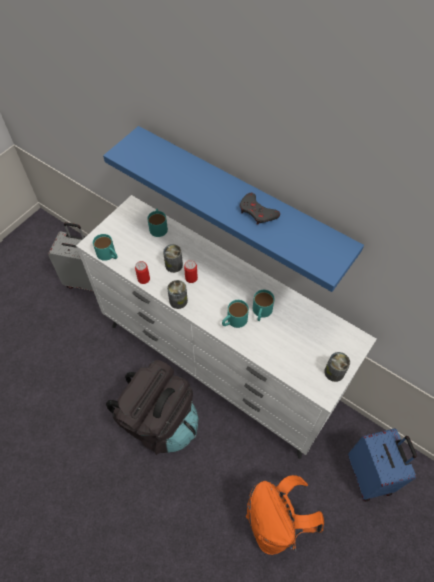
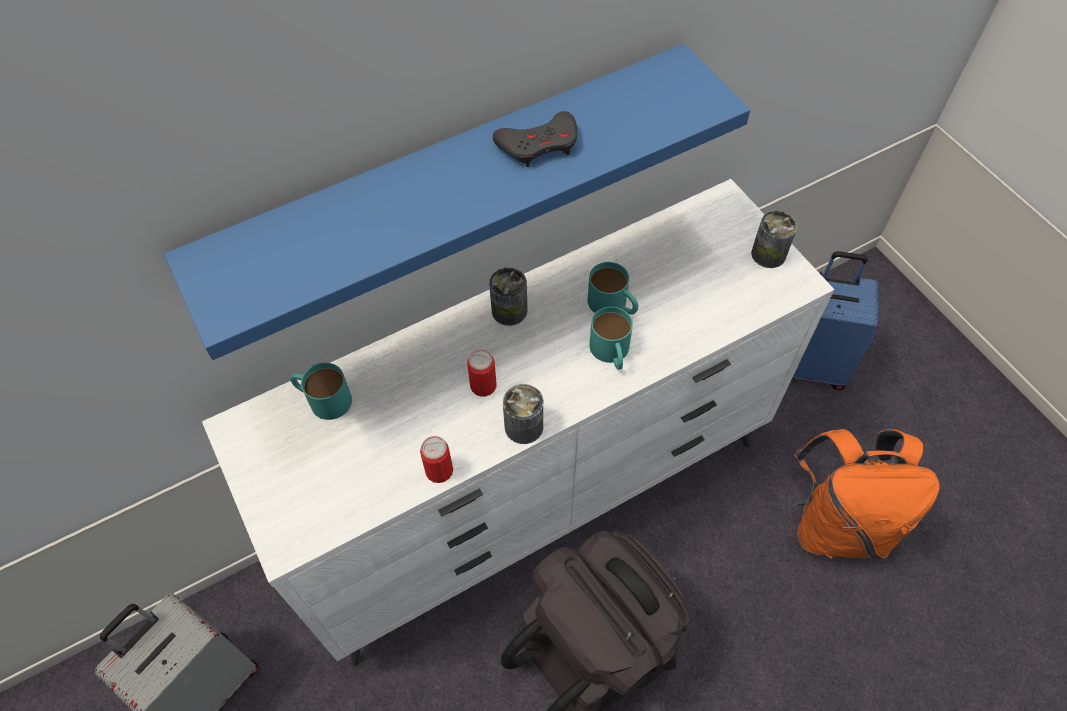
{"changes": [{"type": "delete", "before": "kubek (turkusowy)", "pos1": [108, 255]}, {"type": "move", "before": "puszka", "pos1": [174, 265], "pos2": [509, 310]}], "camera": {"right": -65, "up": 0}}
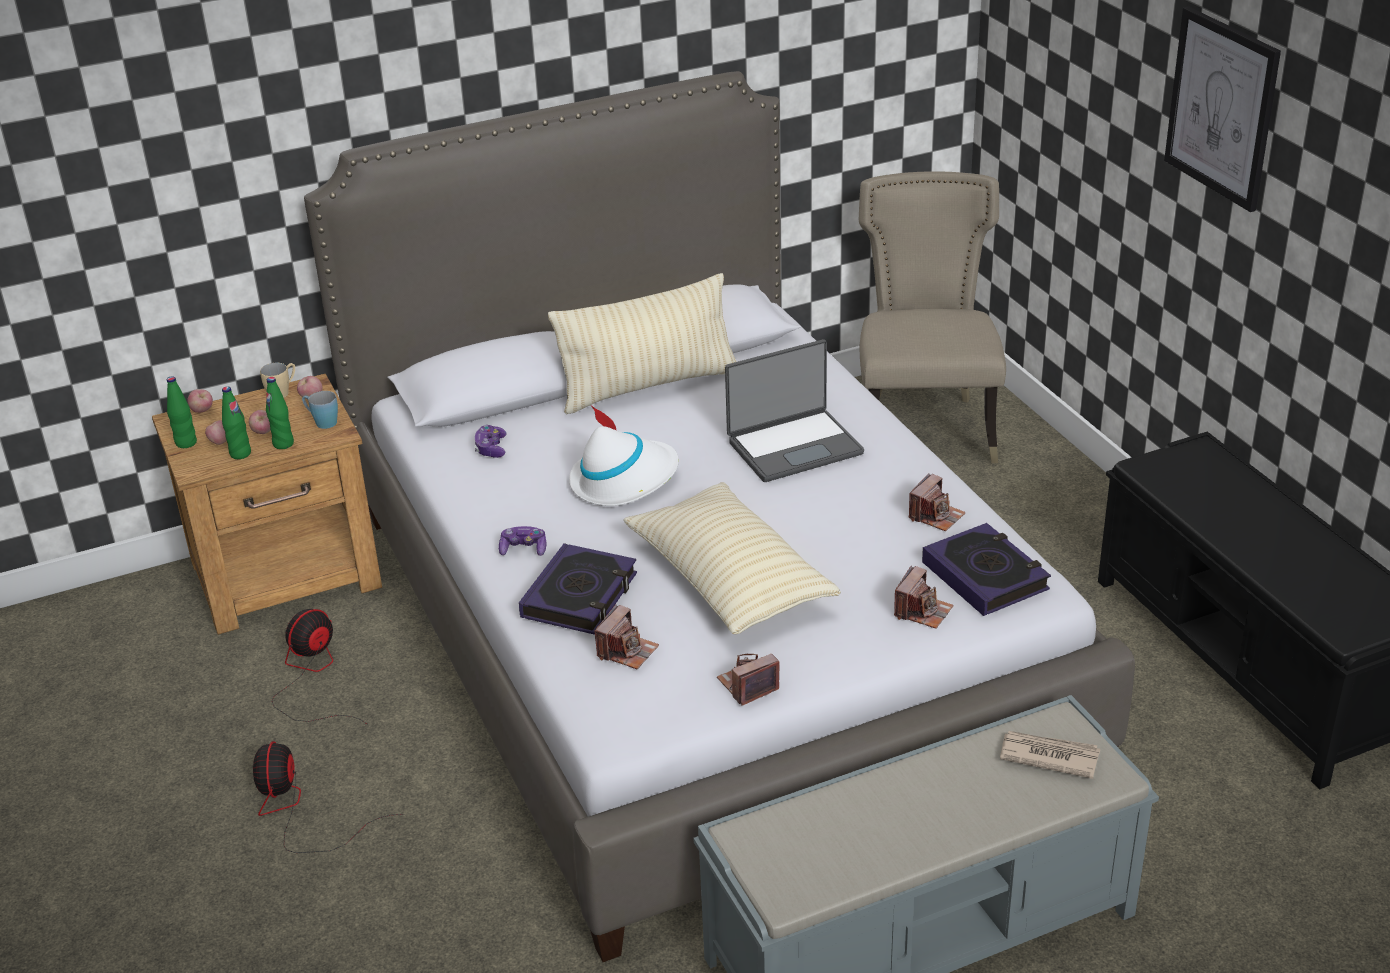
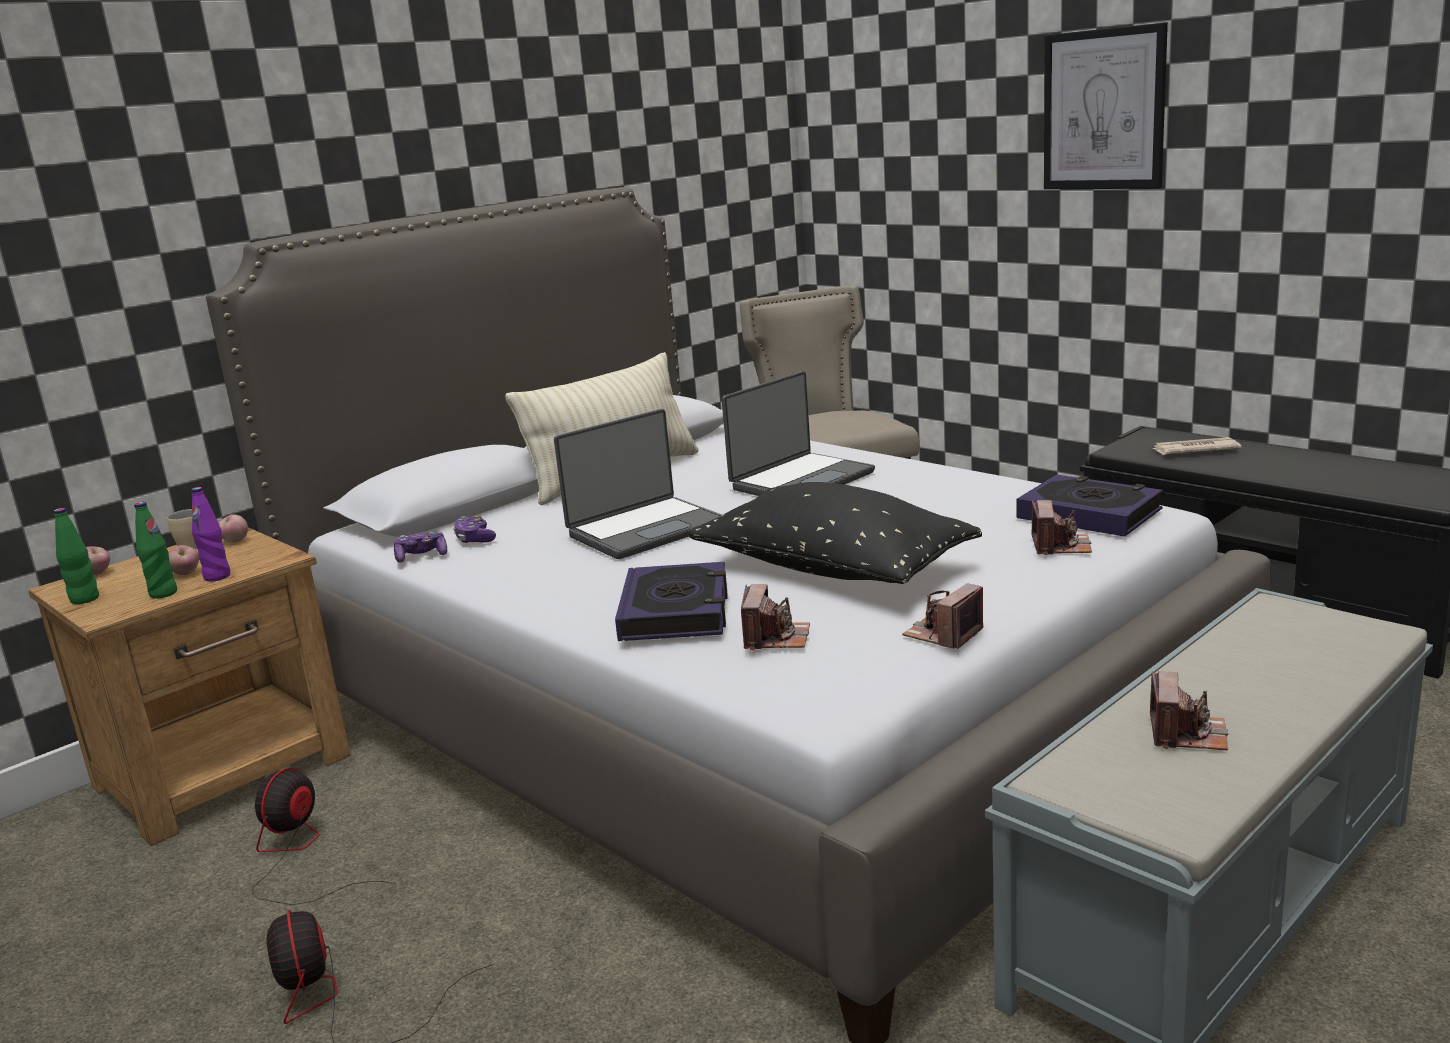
{"changes": [{"type": "recolor", "before": "butelka (zielony)", "after": "butelka (fioletowy)", "pos1": [283, 444], "pos2": [217, 577]}, {"type": "delete", "before": "kubek (niebieski)", "pos1": [322, 422]}, {"type": "replace", "before": "kapelusz (biały)", "after": "laptop", "pos1": [624, 480], "pos2": [645, 529]}, {"type": "delete", "before": "jabłko", "pos1": [220, 442]}, {"type": "move", "before": "aparat fotograficzny", "pos1": [936, 516], "pos2": [1187, 734]}, {"type": "recolor", "before": "poduszka (beżowy)", "after": "poduszka (czarny)", "pos1": [729, 581], "pos2": [832, 569]}, {"type": "move", "before": "pad do gier", "pos1": [524, 549], "pos2": [422, 556]}, {"type": "move", "before": "gazeta", "pos1": [1048, 756], "pos2": [1194, 450]}], "camera": {"right": -20, "up": -15}}
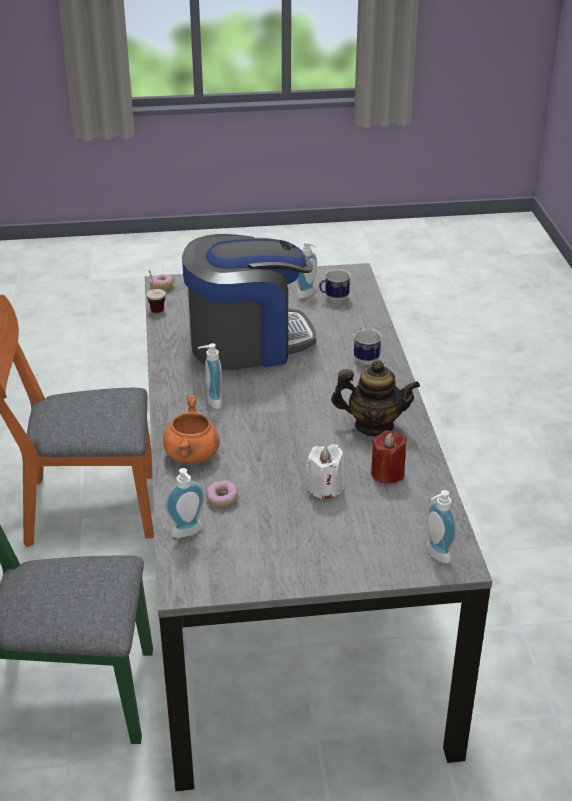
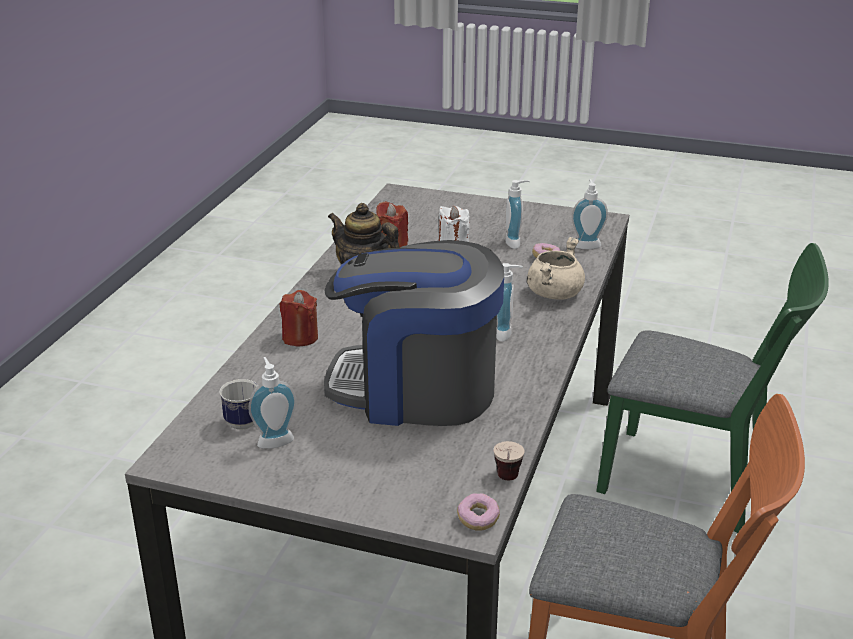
{"changes": [{"type": "replace", "before": "kubek", "after": "świeca (czerwony)", "pos1": [365, 358], "pos2": [300, 337]}, {"type": "recolor", "before": "garnek (pomarańczowy)", "after": "garnek (beżowy)", "pos1": [192, 455], "pos2": [554, 293]}, {"type": "move", "before": "dozownik mydła", "pos1": [435, 555], "pos2": [516, 242]}], "camera": {"right": -155, "up": -5}}
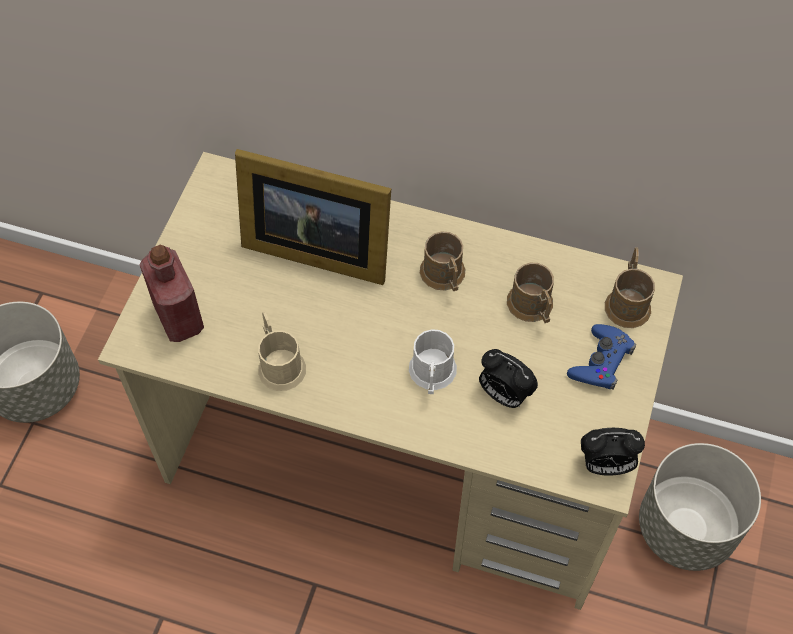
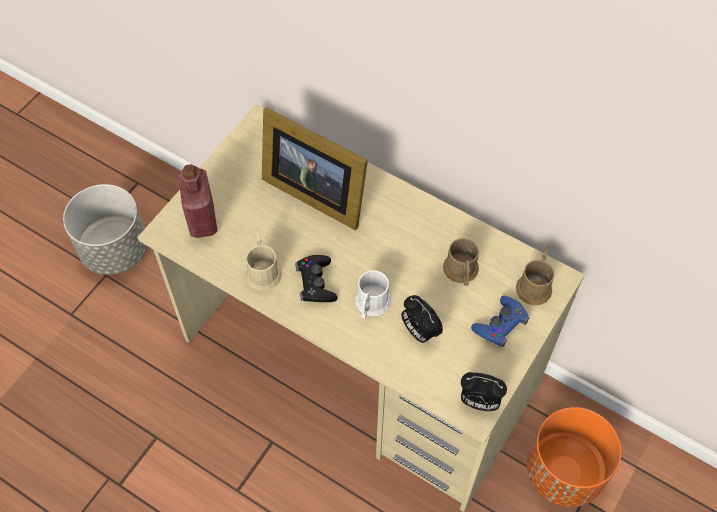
{"changes": [{"type": "delete", "before": "kubek (brązowy)", "pos1": [444, 277]}, {"type": "recolor", "before": "donica (szary)", "after": "donica (pomarańczowy)", "pos1": [686, 528], "pos2": [564, 472]}, {"type": "insert", "after": "pad do gier (czarny)", "pos2": [316, 283]}], "camera": {"right": 15, "up": 0}}
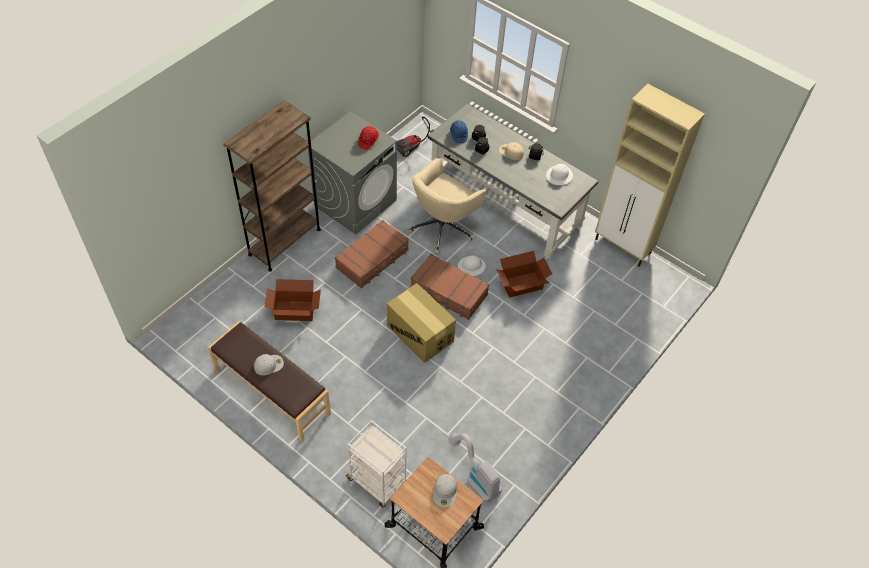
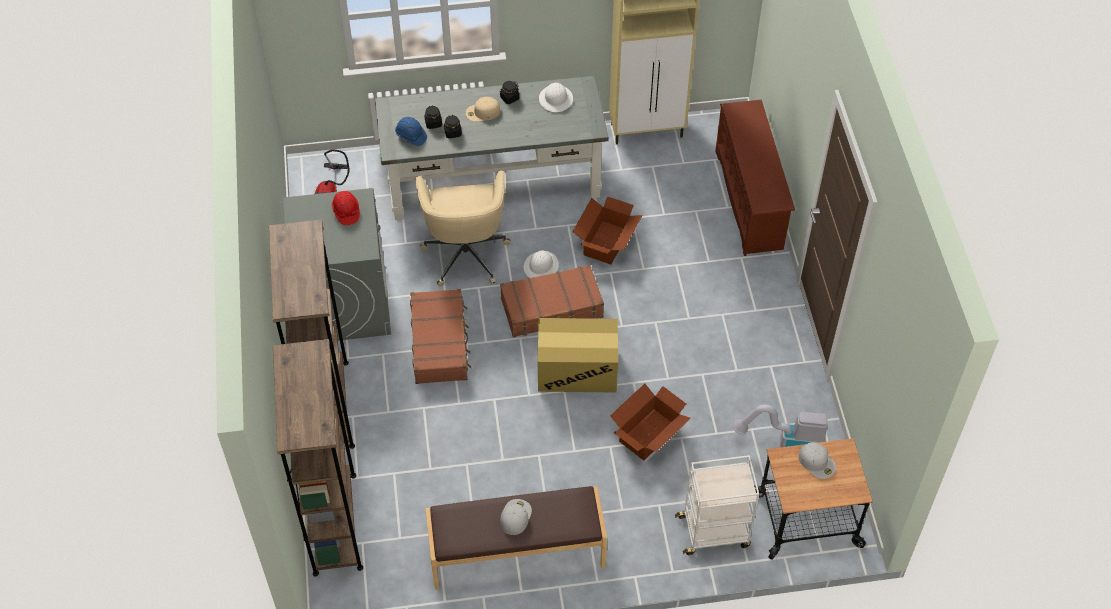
{"changes": [{"type": "move", "before": "karton", "pos1": [295, 311], "pos2": [649, 434]}, {"type": "insert", "after": "regał na buty (brązowy)", "pos2": [750, 200]}, {"type": "insert", "after": "regał (brązowy)", "pos2": [335, 523]}], "camera": {"right": -45, "up": 0}}
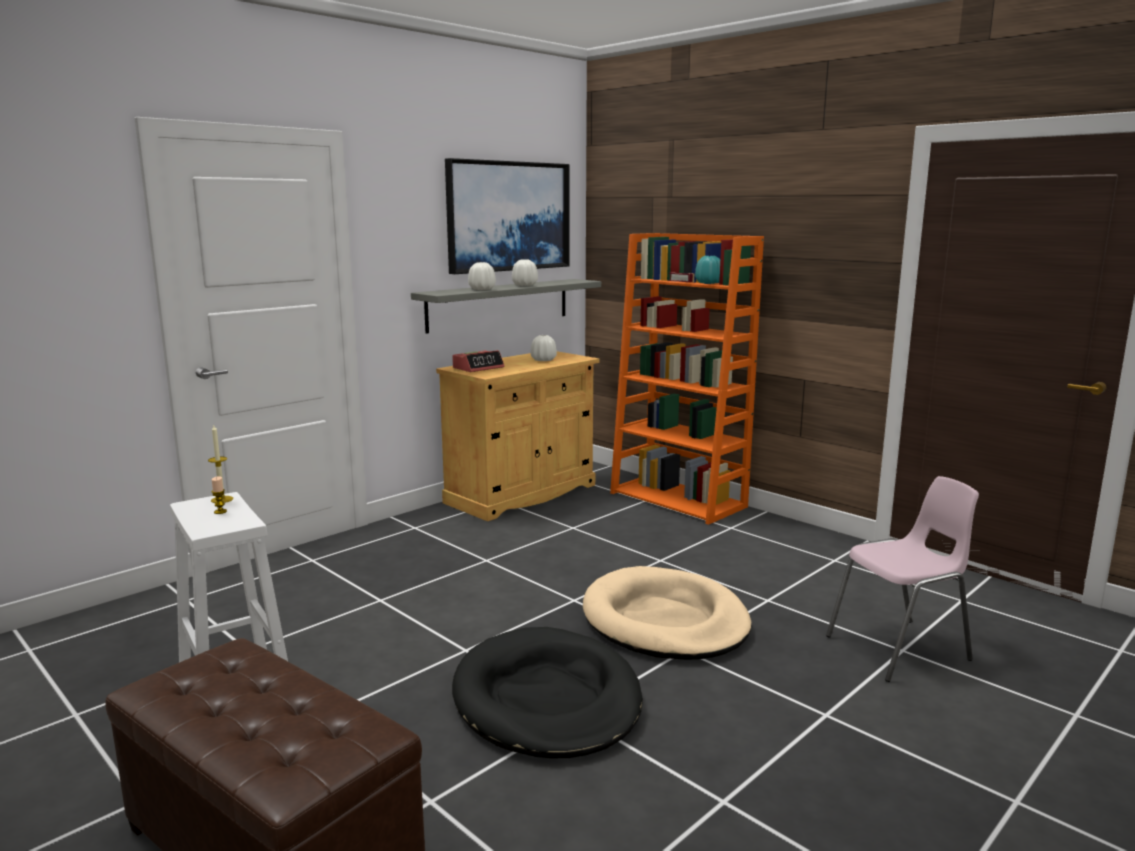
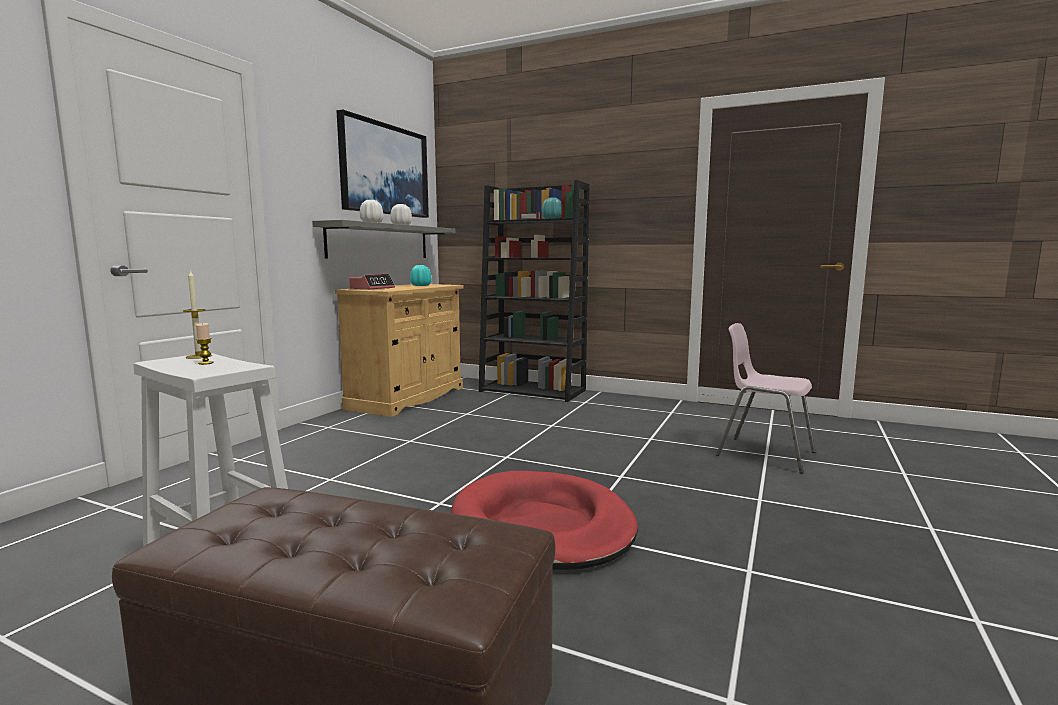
{"changes": [{"type": "recolor", "before": "regał (pomarańczowy)", "after": "regał (czarny)", "pos1": [679, 500], "pos2": [533, 391]}, {"type": "recolor", "before": "wazon (biały)", "after": "wazon (turkusowy)", "pos1": [543, 360], "pos2": [420, 285]}, {"type": "rotate", "before": "krzesło (różowy)", "pos1": [900, 649], "pos2": [764, 454], "turn": -105}, {"type": "delete", "before": "legowisko (beżowy)", "pos1": [665, 621]}, {"type": "recolor", "before": "legowisko (czarny)", "after": "legowisko (czerwony)", "pos1": [547, 699], "pos2": [542, 526]}], "camera": {"right": -20, "up": -5}}
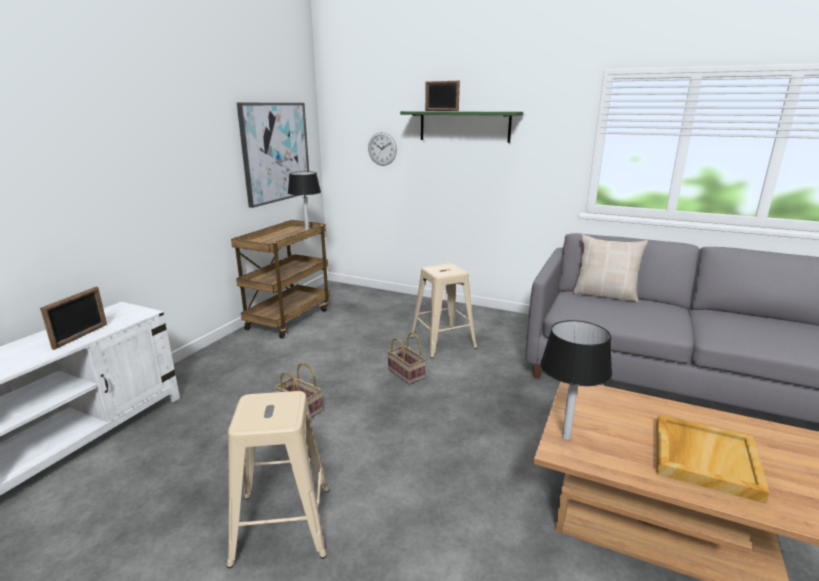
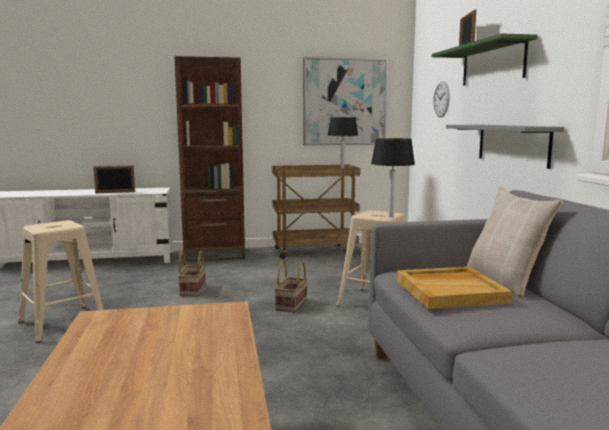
{"changes": [{"type": "move", "before": "lampa stołowa (czarny)", "pos1": [566, 438], "pos2": [390, 216]}, {"type": "move", "before": "taca (beżowy)", "pos1": [703, 458], "pos2": [450, 291]}, {"type": "insert", "after": "regał (brązowy)", "pos2": [214, 254]}, {"type": "insert", "after": "półka (szary)", "pos2": [512, 144]}], "camera": {"right": 55, "up": -10}}
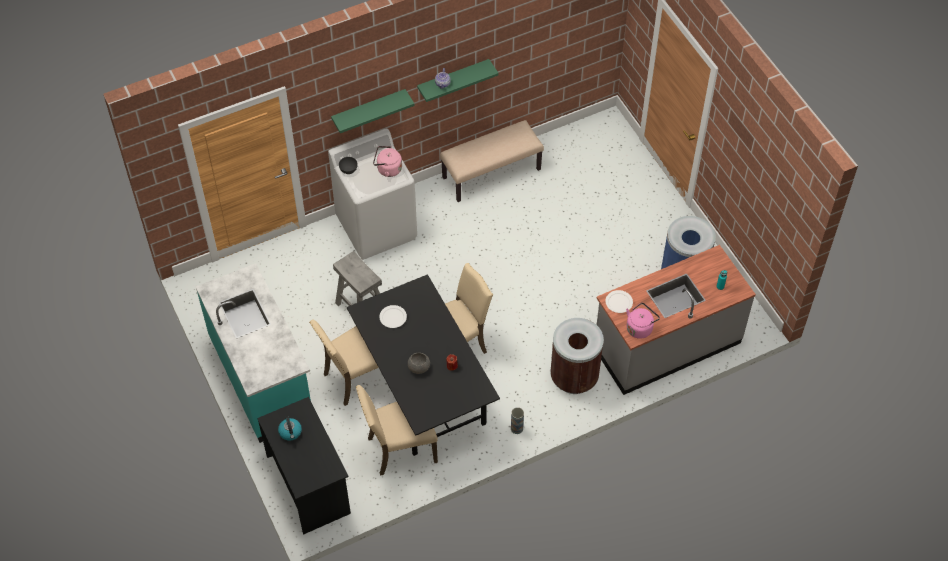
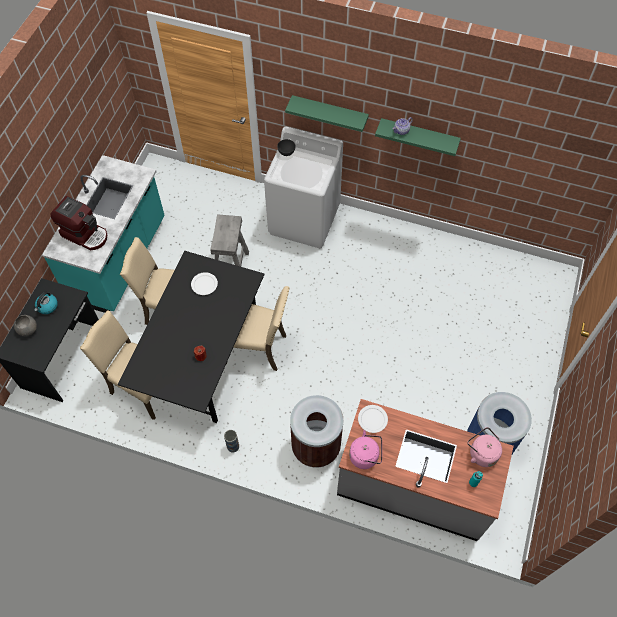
{"changes": [{"type": "delete", "before": "ławka (beżowy)", "pos1": [491, 173]}, {"type": "move", "before": "czajnik (różowy)", "pos1": [387, 169], "pos2": [481, 453]}, {"type": "move", "before": "miska (szary)", "pos1": [419, 367], "pos2": [28, 329]}, {"type": "insert", "after": "ekspres do kawy", "pos2": [85, 234]}], "camera": {"right": 45, "up": 5}}
